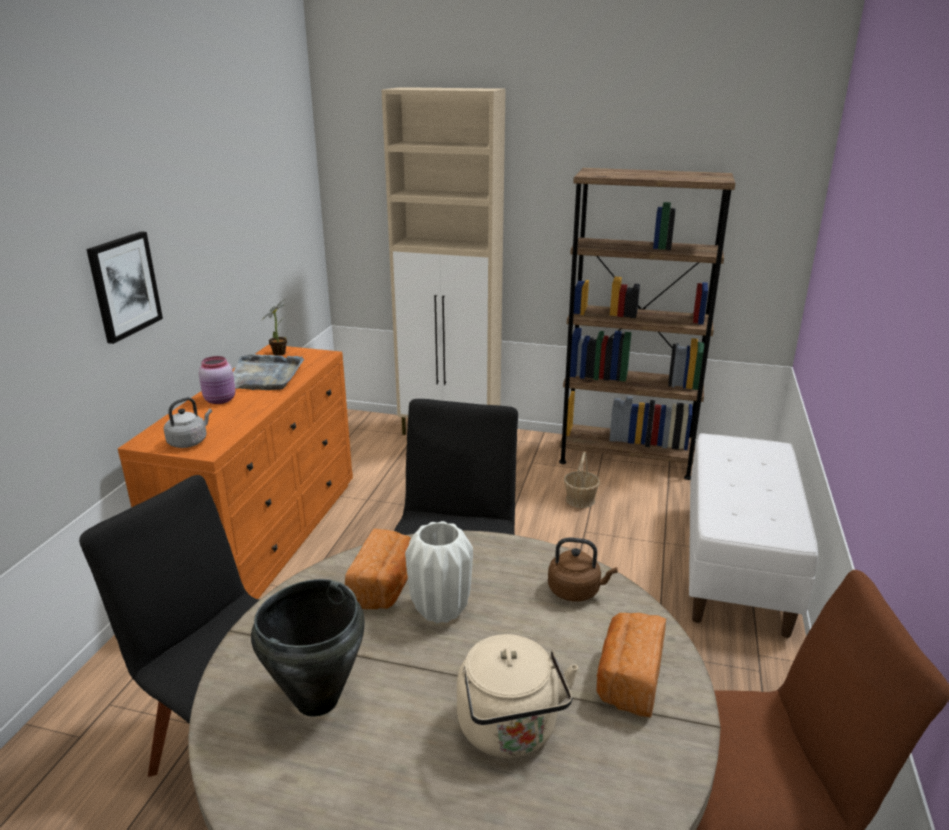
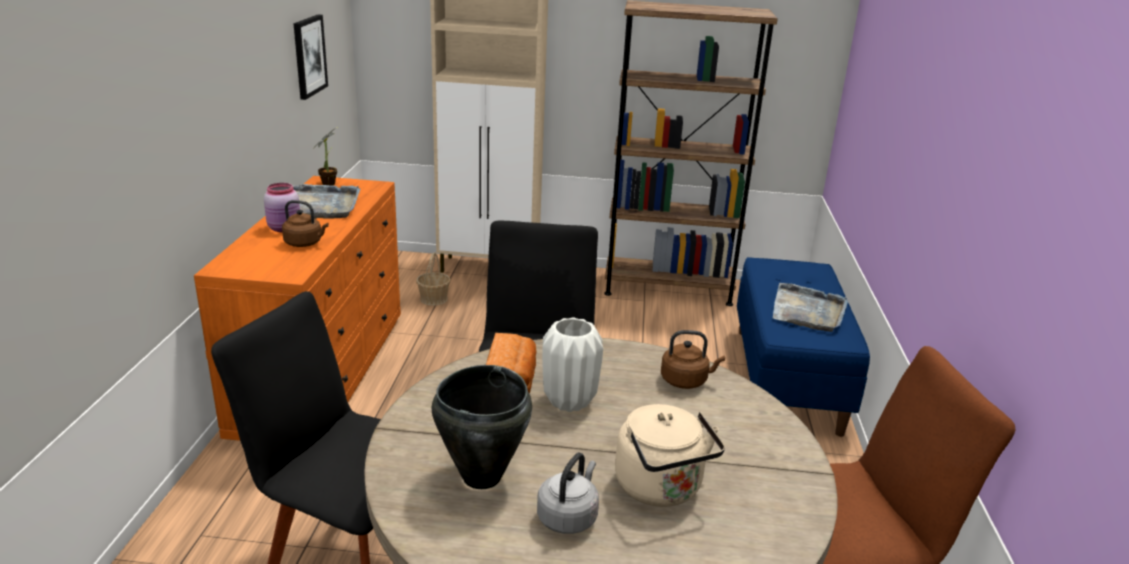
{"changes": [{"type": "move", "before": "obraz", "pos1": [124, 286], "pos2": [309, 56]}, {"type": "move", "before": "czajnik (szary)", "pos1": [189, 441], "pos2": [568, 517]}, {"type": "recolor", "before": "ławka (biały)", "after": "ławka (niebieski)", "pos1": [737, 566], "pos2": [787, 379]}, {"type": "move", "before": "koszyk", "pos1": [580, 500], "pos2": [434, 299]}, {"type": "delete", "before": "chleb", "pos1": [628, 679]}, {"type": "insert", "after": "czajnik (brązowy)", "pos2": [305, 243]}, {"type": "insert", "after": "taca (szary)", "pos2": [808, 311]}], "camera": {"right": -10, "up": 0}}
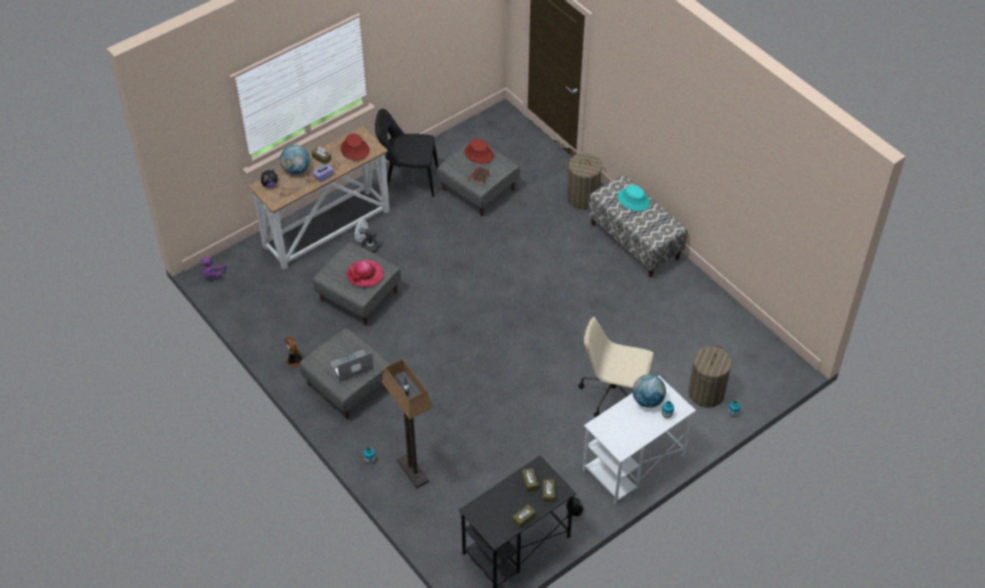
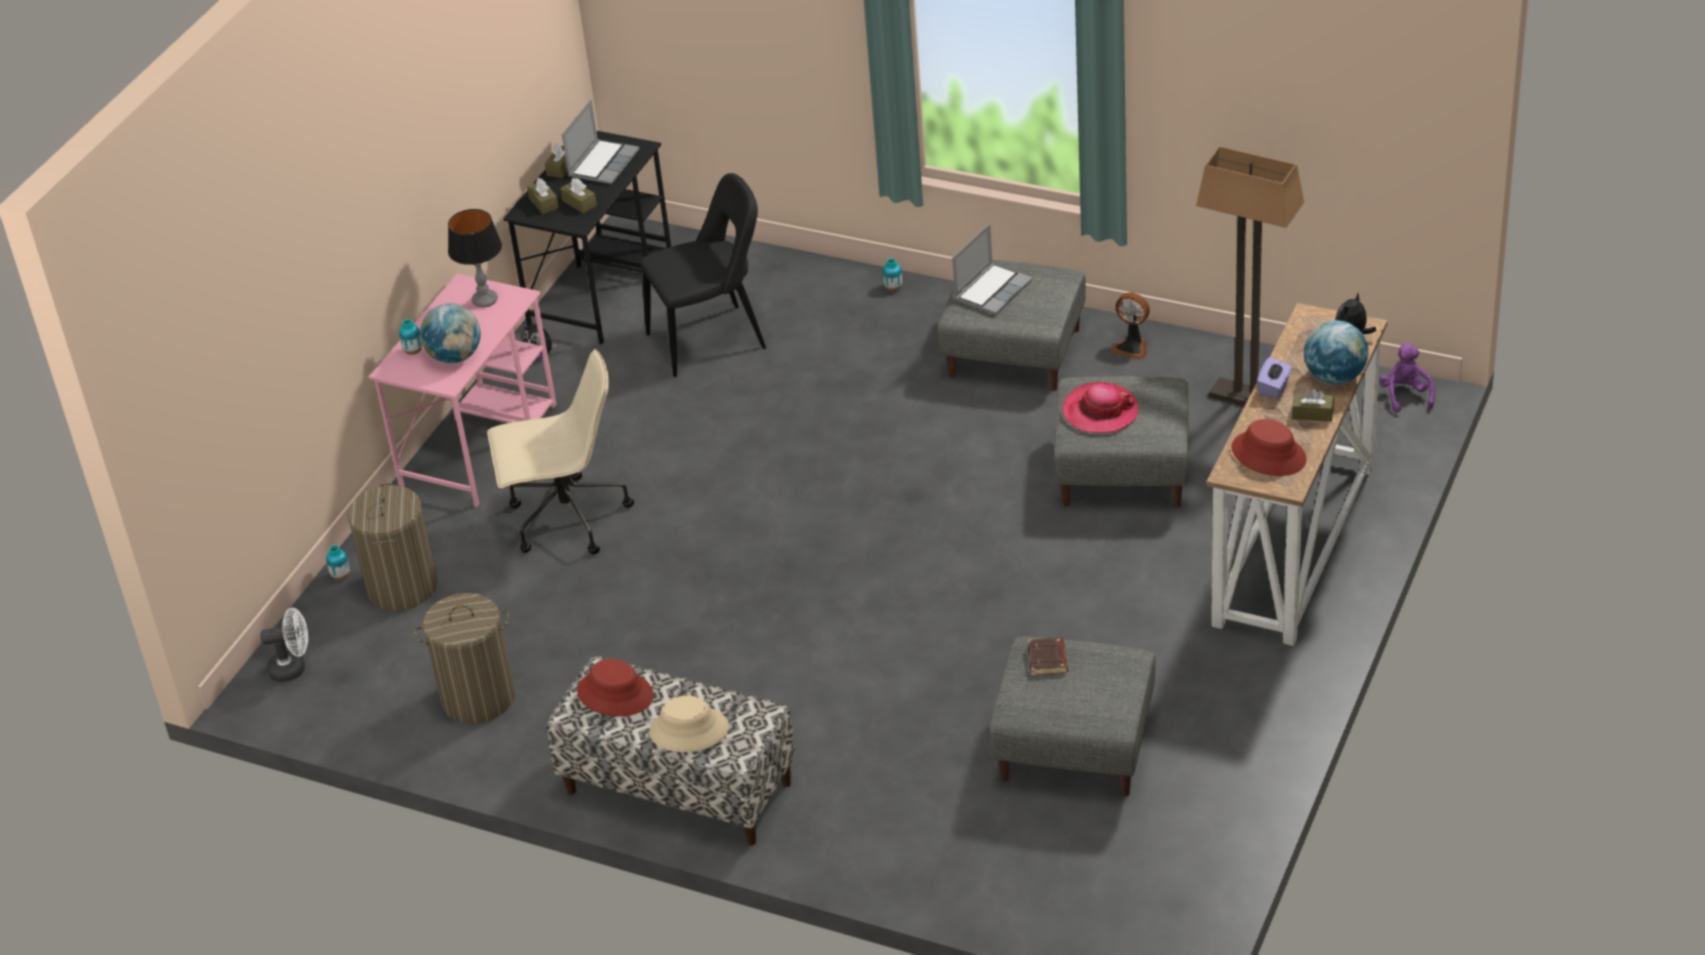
{"changes": [{"type": "move", "before": "krzesło (czarny)", "pos1": [408, 181], "pos2": [712, 340]}, {"type": "move", "before": "kapelusz (czerwony)", "pos1": [478, 154], "pos2": [615, 693]}, {"type": "move", "before": "kosz na pranie", "pos1": [583, 198], "pos2": [478, 698]}, {"type": "recolor", "before": "kapelusz (turkusowy)", "after": "kapelusz (beżowy)", "pos1": [633, 200], "pos2": [689, 730]}, {"type": "move", "before": "wentylator (biały)", "pos1": [367, 246], "pos2": [293, 668]}, {"type": "move", "before": "lampa stojąca", "pos1": [413, 471], "pos2": [1245, 398]}, {"type": "recolor", "before": "biurko (biały)", "after": "biurko (różowy)", "pos1": [633, 463], "pos2": [479, 444]}, {"type": "insert", "after": "laptop", "pos2": [603, 163]}, {"type": "insert", "after": "lampa stołowa", "pos2": [485, 300]}], "camera": {"right": 155, "up": -10}}
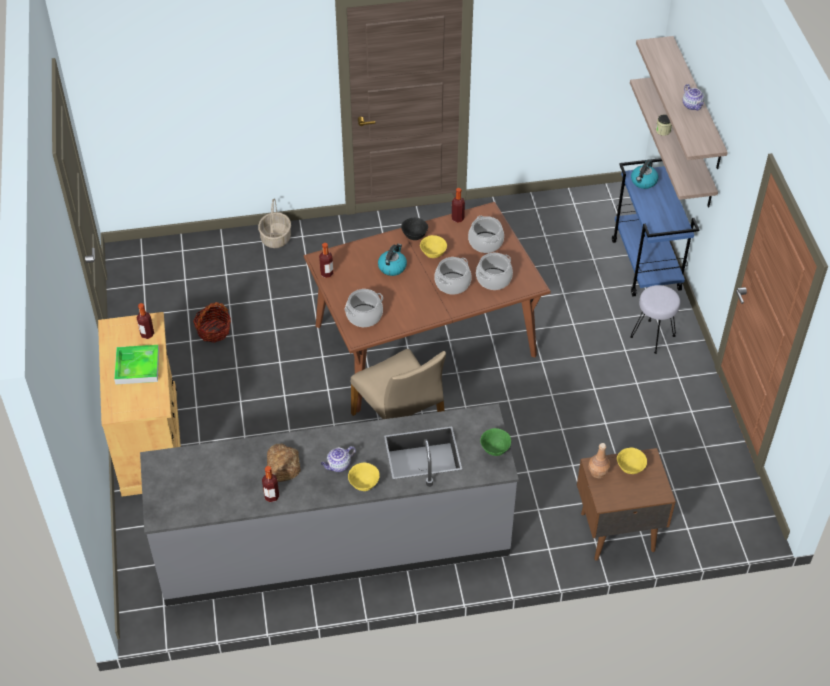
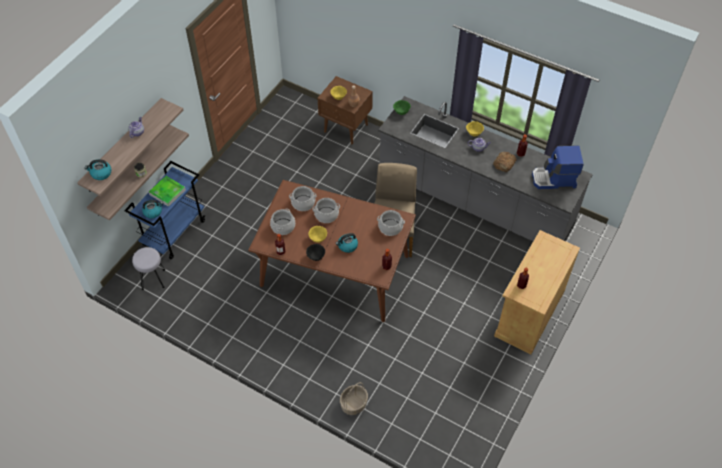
{"changes": [{"type": "move", "before": "stołek (szary)", "pos1": [653, 337], "pos2": [153, 279]}, {"type": "delete", "before": "koszyk", "pos1": [213, 331]}, {"type": "move", "before": "taca", "pos1": [137, 367], "pos2": [167, 192]}, {"type": "insert", "after": "ekspres do kawy", "pos2": [554, 180]}, {"type": "insert", "after": "czajnik", "pos2": [101, 173]}], "camera": {"right": -140, "up": 5}}
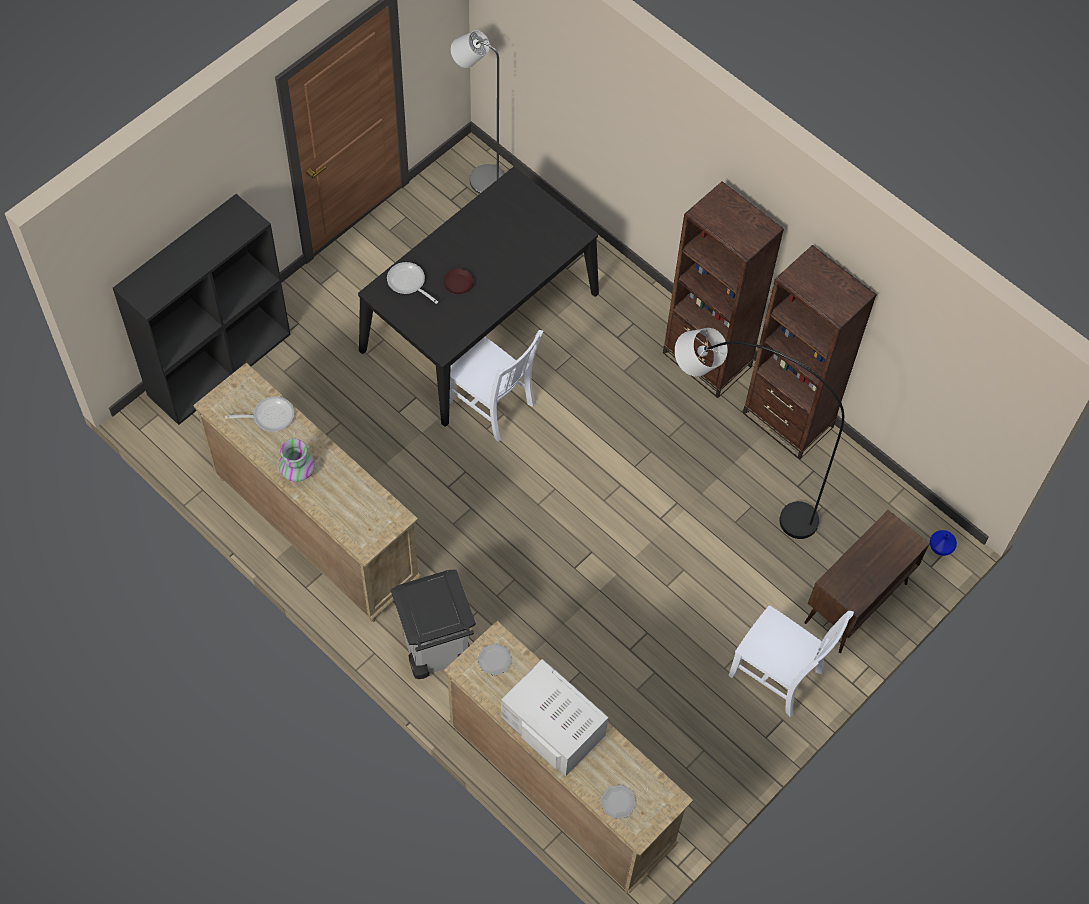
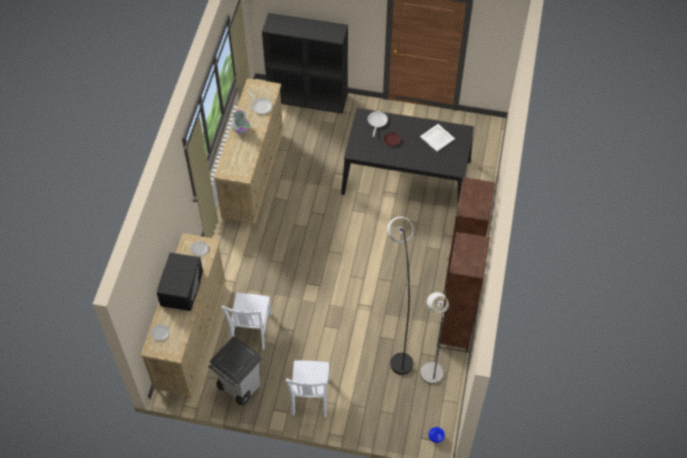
{"changes": [{"type": "move", "before": "lampa stojąca (szary)", "pos1": [480, 178], "pos2": [430, 369]}, {"type": "move", "before": "krzesło (biały)", "pos1": [492, 405], "pos2": [251, 331]}, {"type": "delete", "before": "szafka (brązowy)", "pos1": [855, 604]}, {"type": "move", "before": "kosz na śmieci (szary)", "pos1": [435, 650], "pos2": [238, 386]}, {"type": "recolor", "before": "mikrofalówka (biały)", "after": "mikrofalówka (czarny)", "pos1": [553, 725], "pos2": [182, 288]}, {"type": "insert", "after": "taca (biały)", "pos2": [437, 138]}], "camera": {"right": 60, "up": -5}}
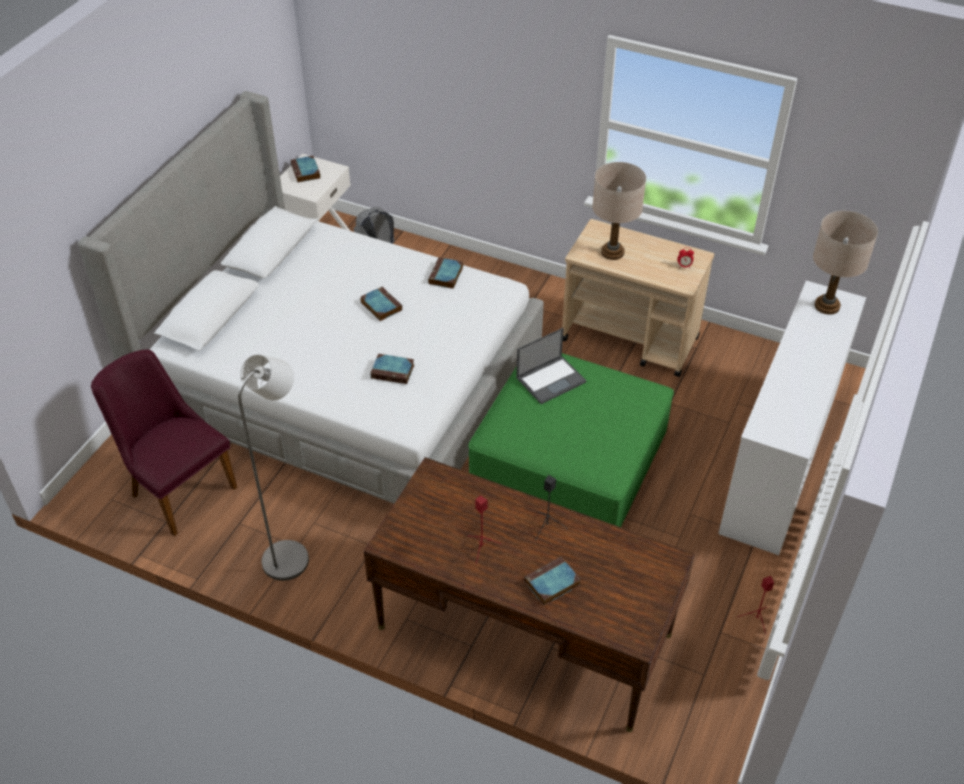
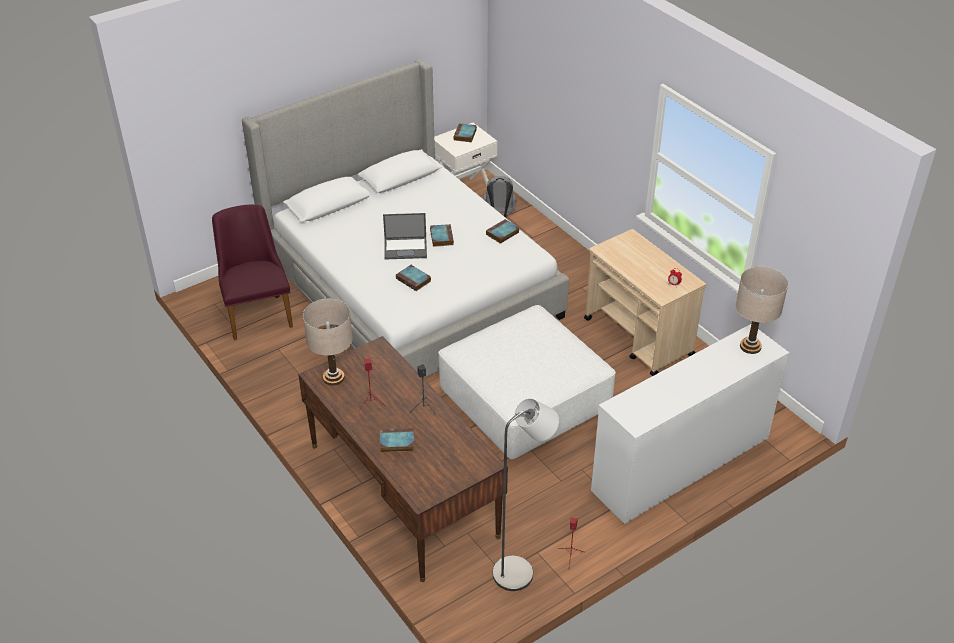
{"changes": [{"type": "move", "before": "lampa stołowa (beżowy)", "pos1": [612, 252], "pos2": [333, 378]}, {"type": "move", "before": "laptop", "pos1": [551, 379], "pos2": [406, 248]}, {"type": "recolor", "before": "pufa (zielony)", "after": "pufa (biały)", "pos1": [569, 458], "pos2": [525, 397]}, {"type": "move", "before": "lampa stojąca (szary)", "pos1": [291, 554], "pos2": [520, 571]}], "camera": {"right": 30, "up": -5}}
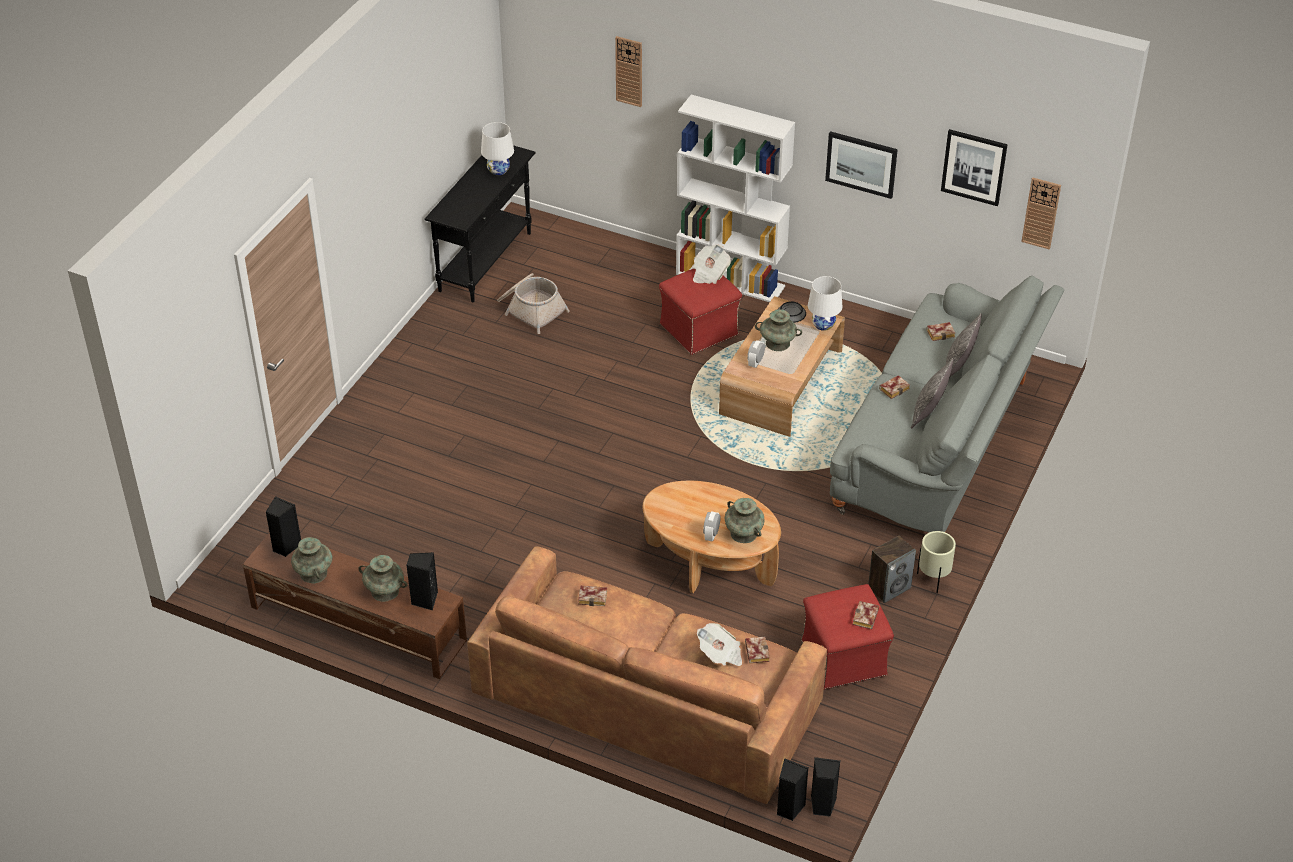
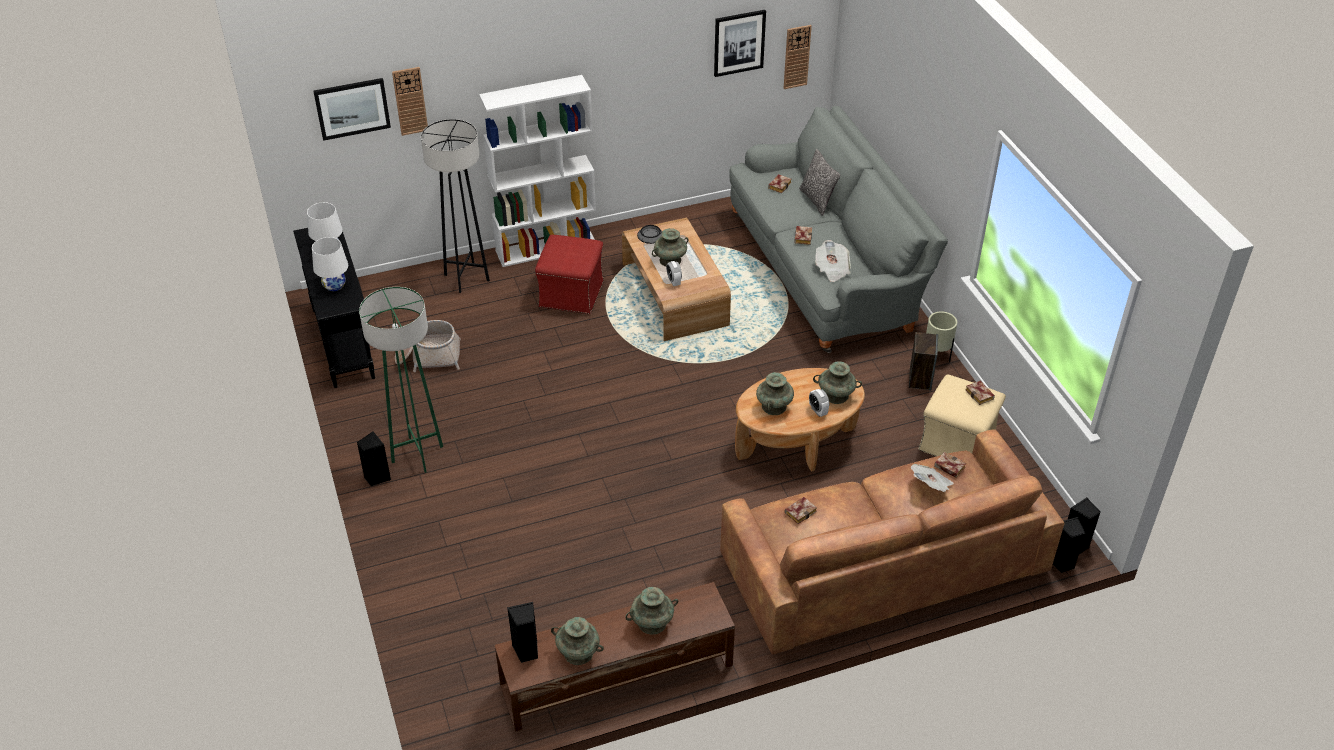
{"changes": [{"type": "move", "before": "obraz", "pos1": [861, 164], "pos2": [352, 108]}, {"type": "move", "before": "gazeta", "pos1": [709, 273], "pos2": [832, 269]}, {"type": "move", "before": "lampa stołowa (biały)", "pos1": [823, 324], "pos2": [334, 285]}, {"type": "delete", "before": "poduszka", "pos1": [928, 412]}, {"type": "move", "before": "głośnik (czarny)", "pos1": [424, 600], "pos2": [376, 477]}, {"type": "recolor", "before": "pufa (czerwony)", "after": "pufa (beżowy)", "pos1": [844, 658], "pos2": [957, 442]}, {"type": "insert", "after": "lampa stojąca (szary)", "pos2": [466, 278]}, {"type": "insert", "after": "lampa stojąca (zielony)", "pos2": [417, 454]}, {"type": "insert", "after": "wazon (turkusowy)", "pos2": [774, 406]}], "camera": {"right": -45, "up": 0}}
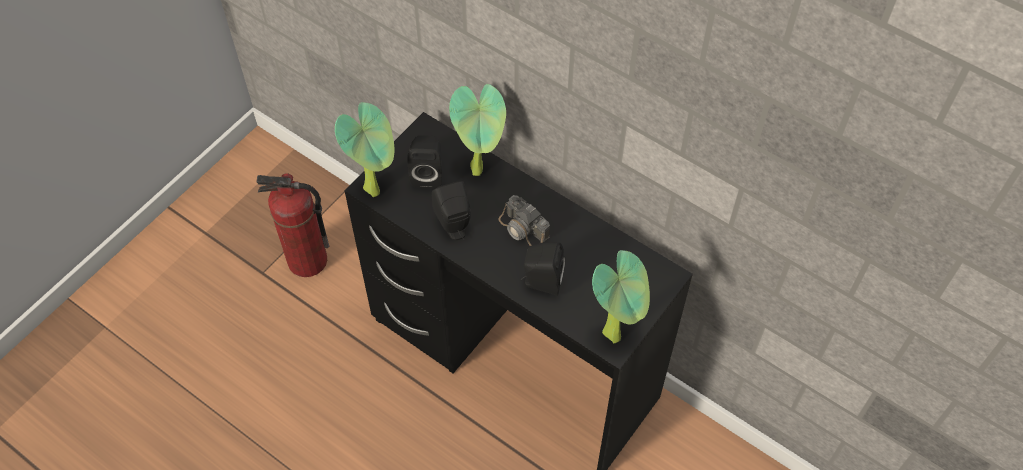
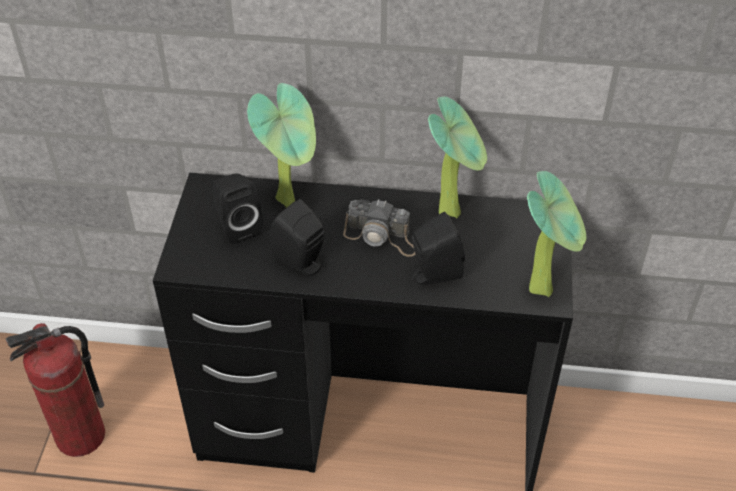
{"changes": [{"type": "move", "before": "roślina doniczkowa", "pos1": [376, 189], "pos2": [453, 210]}], "camera": {"right": -30, "up": -10}}
